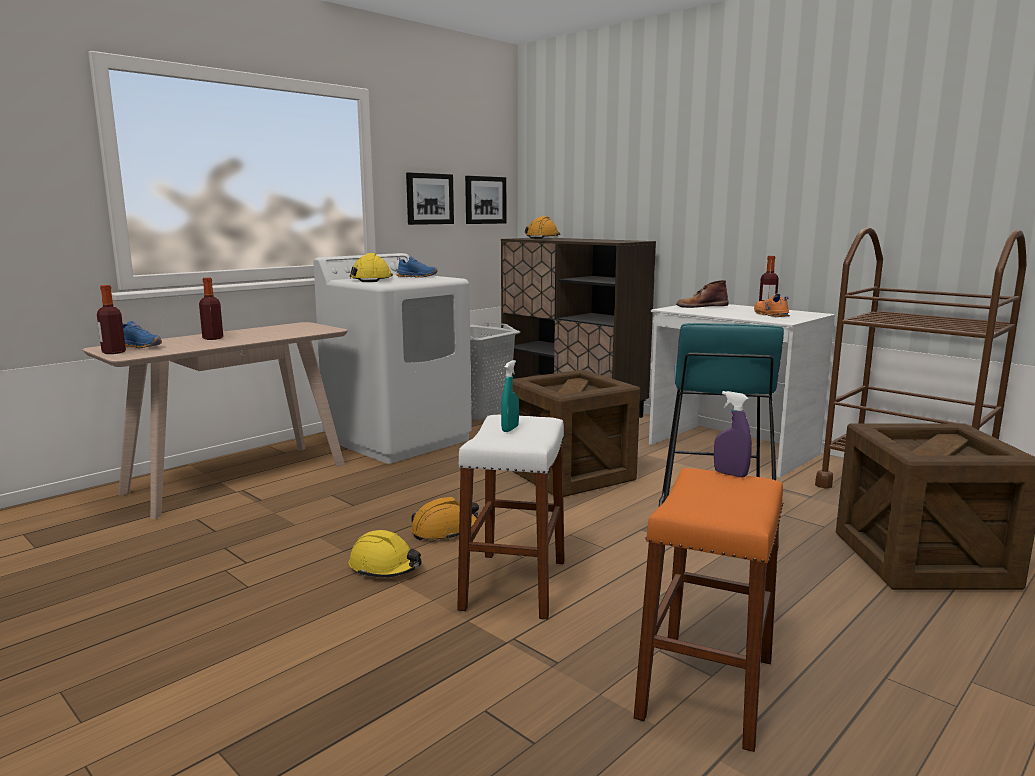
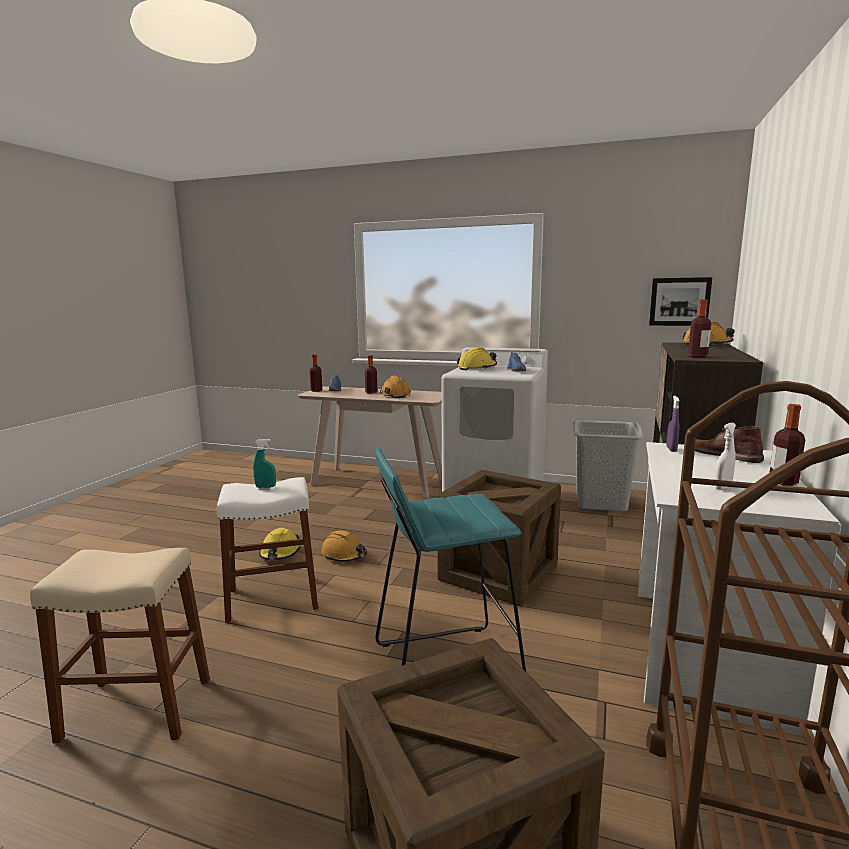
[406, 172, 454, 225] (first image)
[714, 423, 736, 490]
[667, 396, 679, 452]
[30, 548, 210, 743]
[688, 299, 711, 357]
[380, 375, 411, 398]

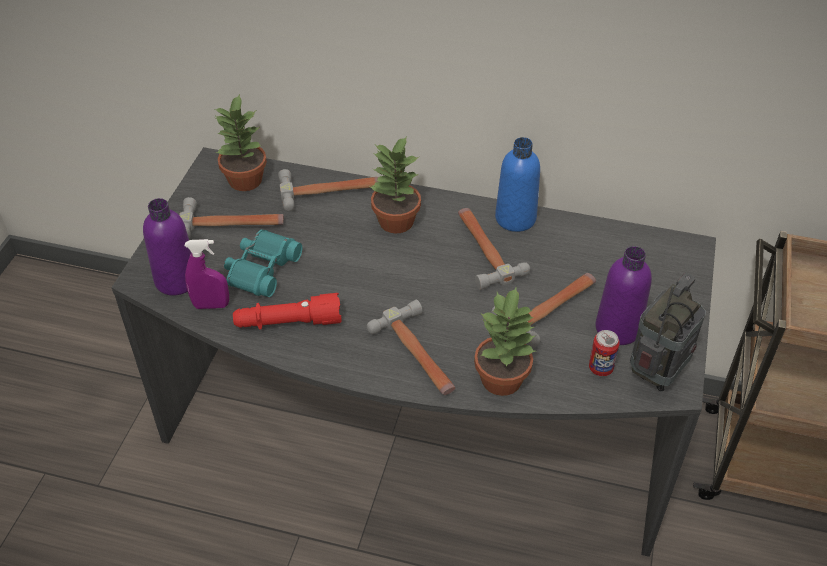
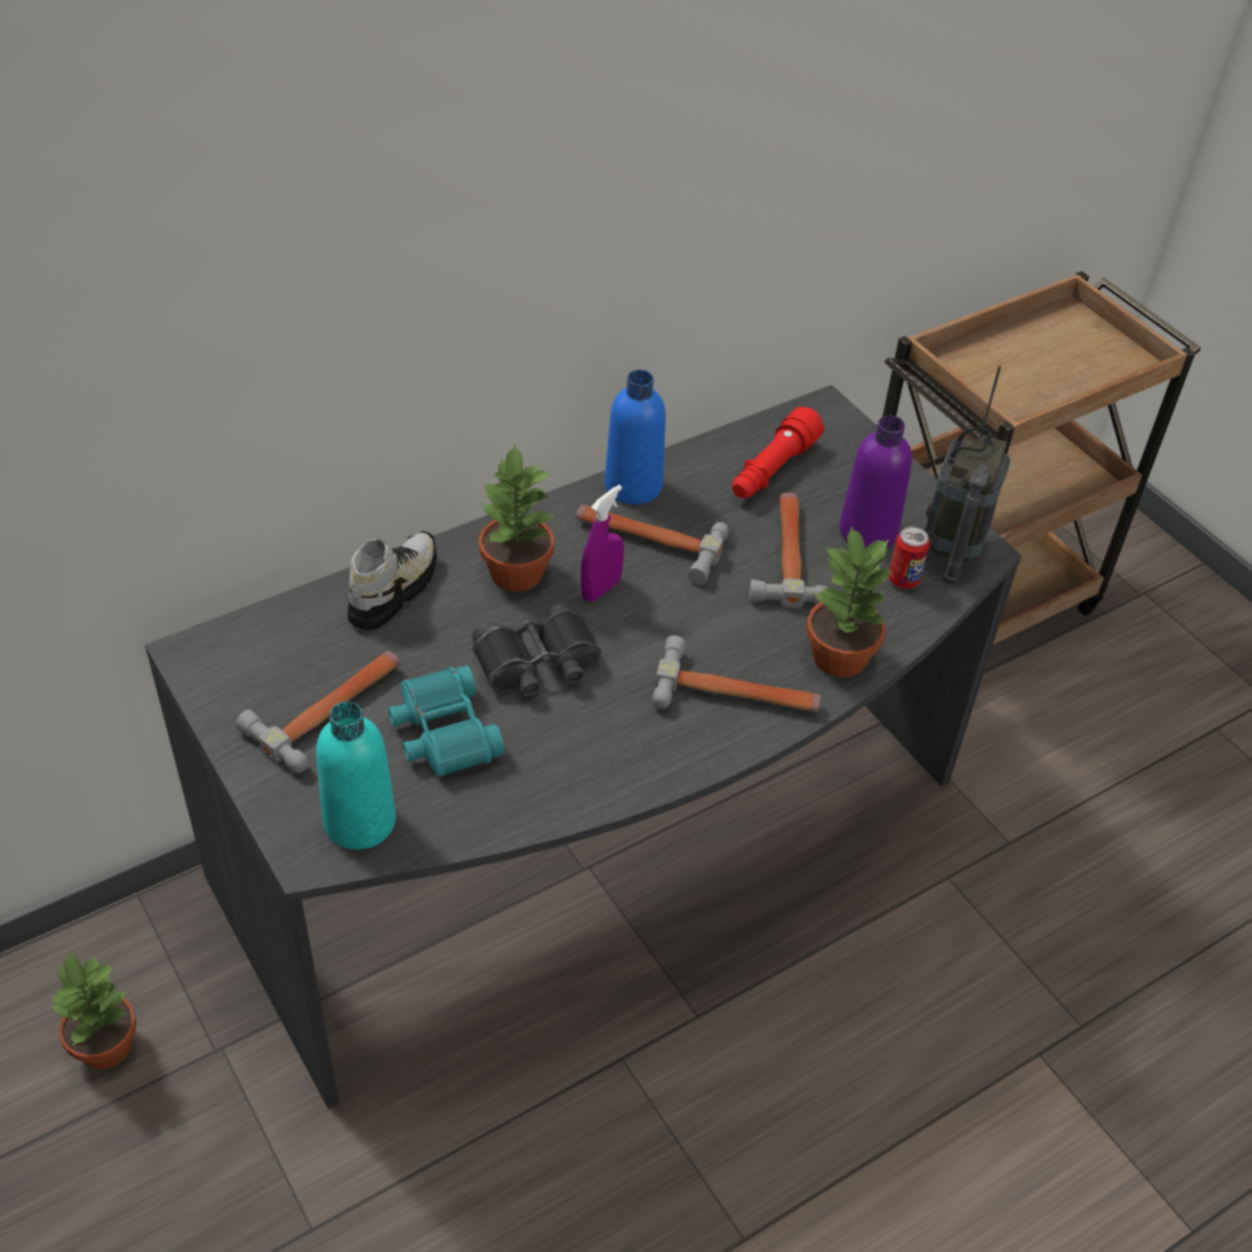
[49, 951, 137, 1069]
[348, 531, 437, 630]
[316, 702, 396, 850]
[581, 485, 624, 602]
[924, 365, 1011, 585]
[732, 407, 824, 498]
[472, 603, 601, 696]

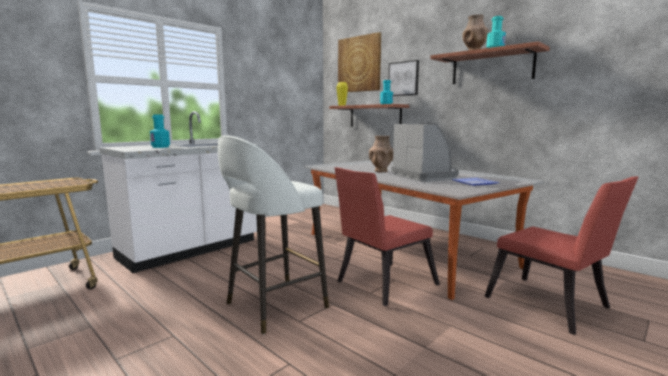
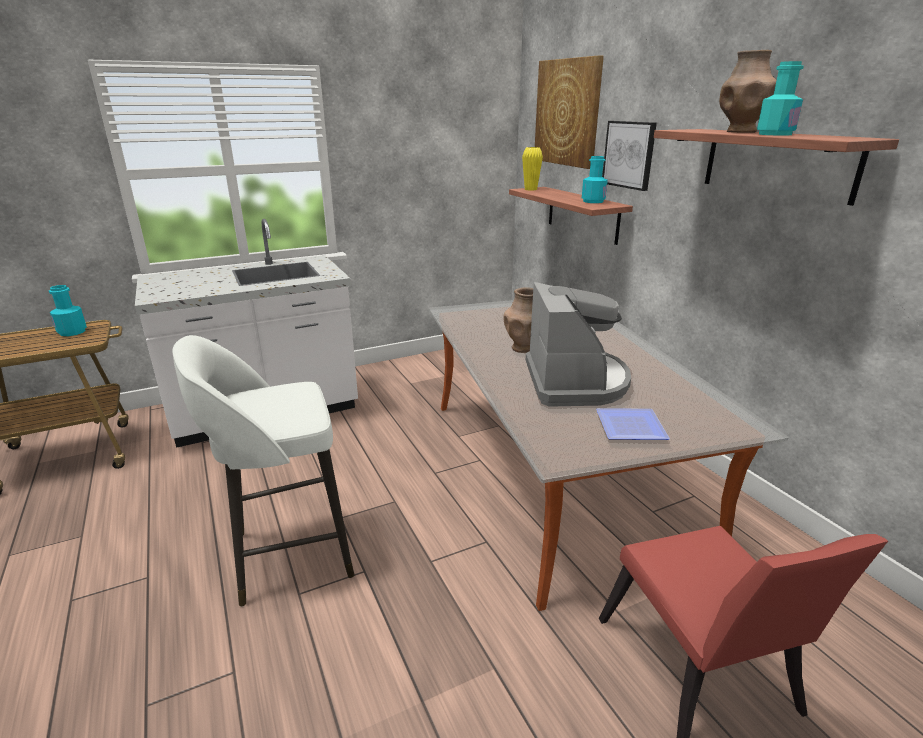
[49, 285, 87, 336]
[334, 167, 440, 306] (first image)

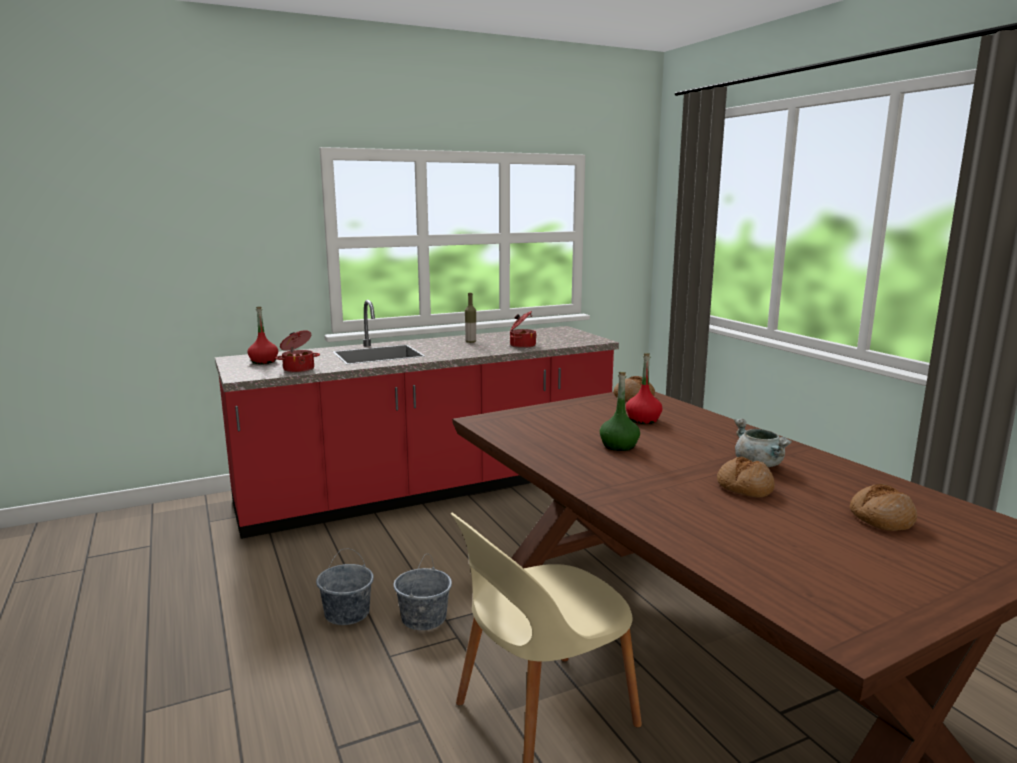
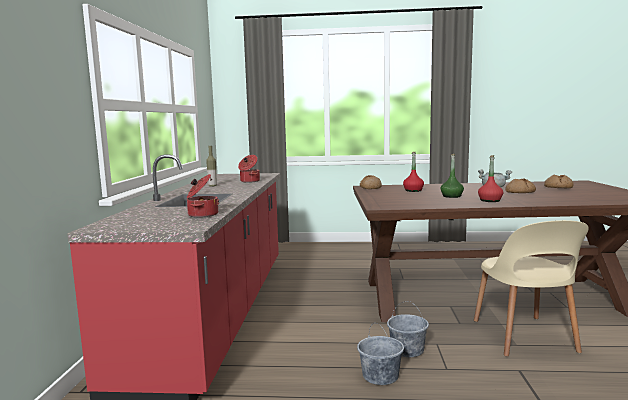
[478, 155, 503, 202]

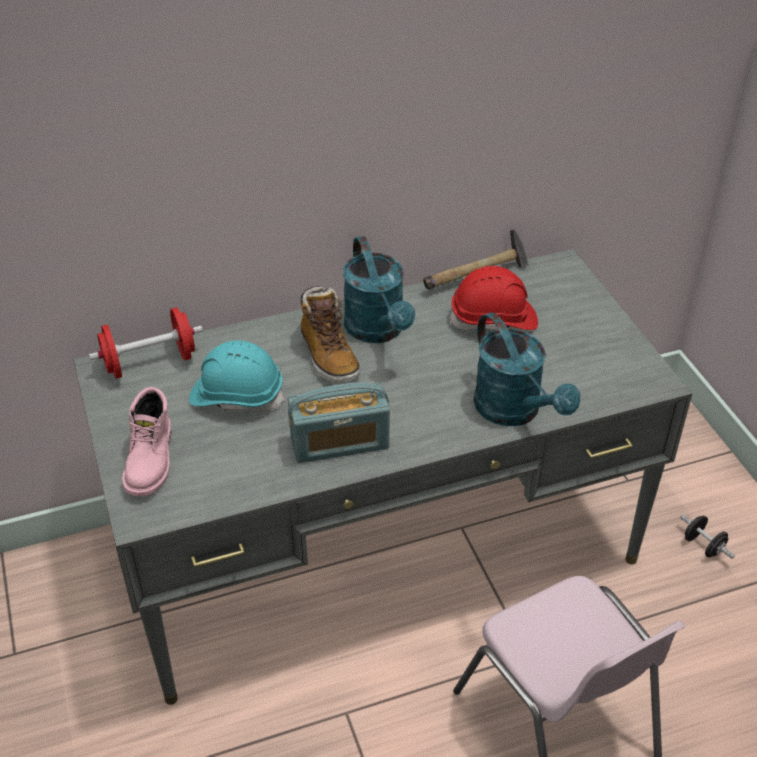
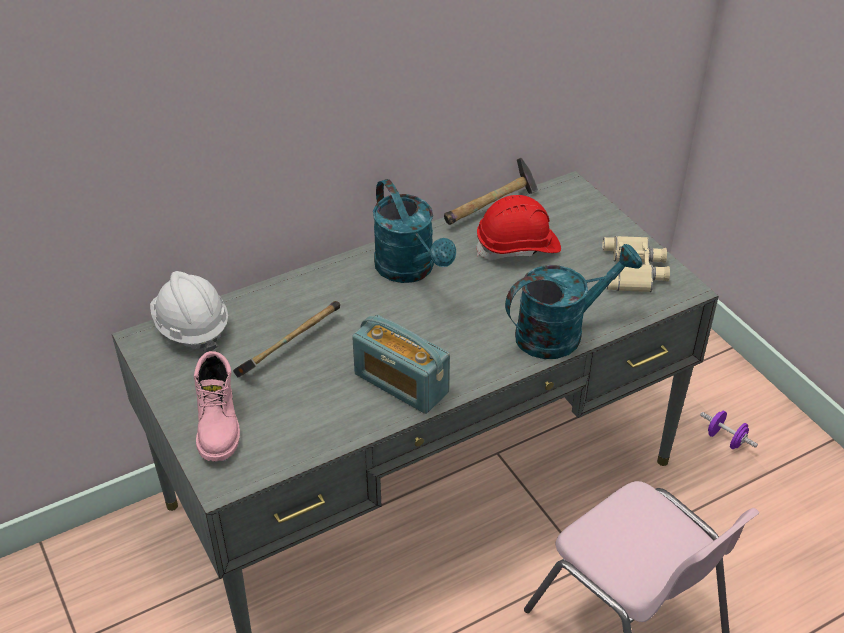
[301, 286, 360, 383] (first image)
[150, 271, 228, 352]
[505, 244, 642, 359]
[233, 301, 340, 378]
[352, 315, 450, 414]
[700, 411, 758, 449]
[602, 236, 670, 292]

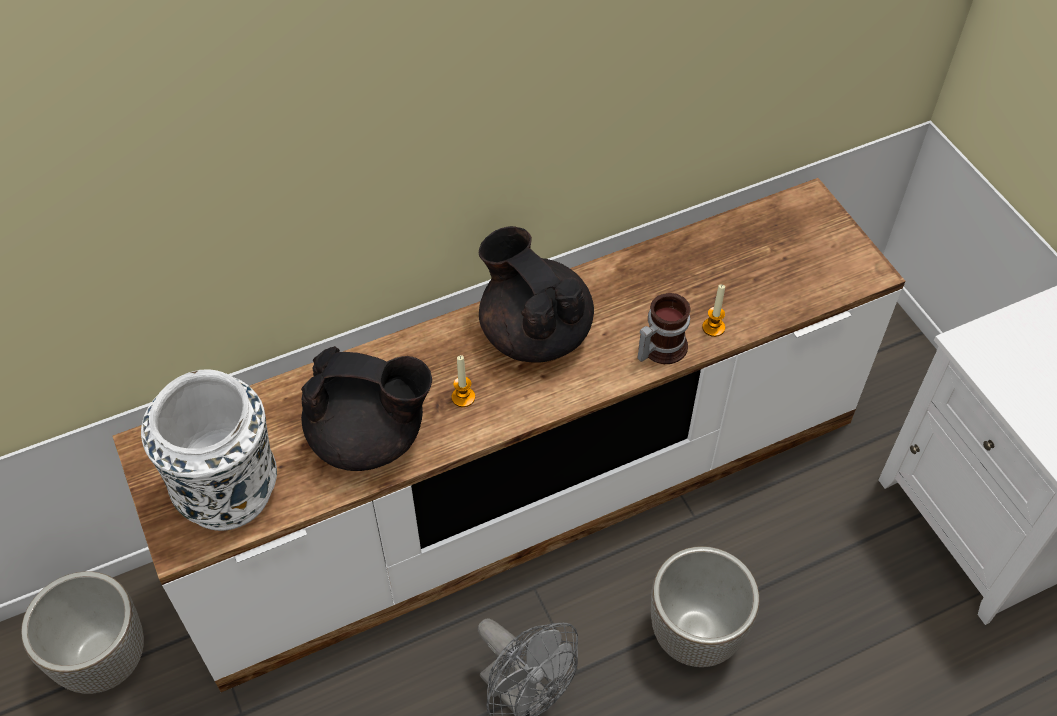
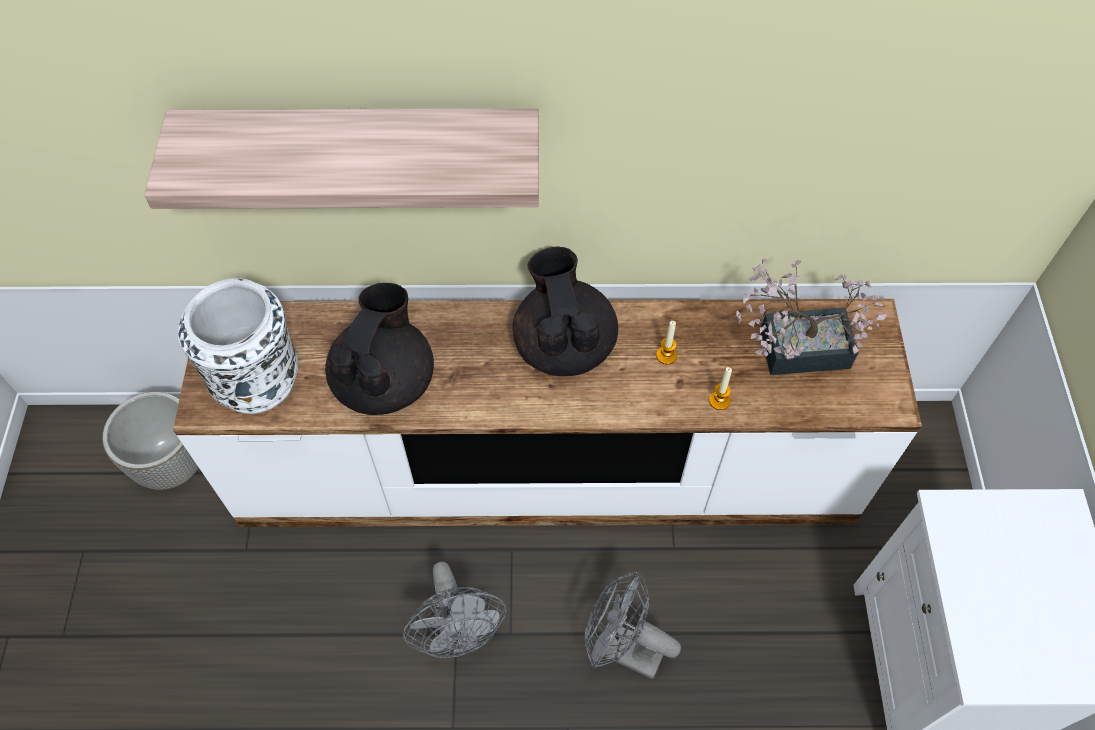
[638, 293, 691, 364] (first image)
[325, 283, 434, 415]
[656, 321, 677, 364]
[584, 571, 681, 679]
[144, 108, 539, 209]
[736, 258, 886, 375]

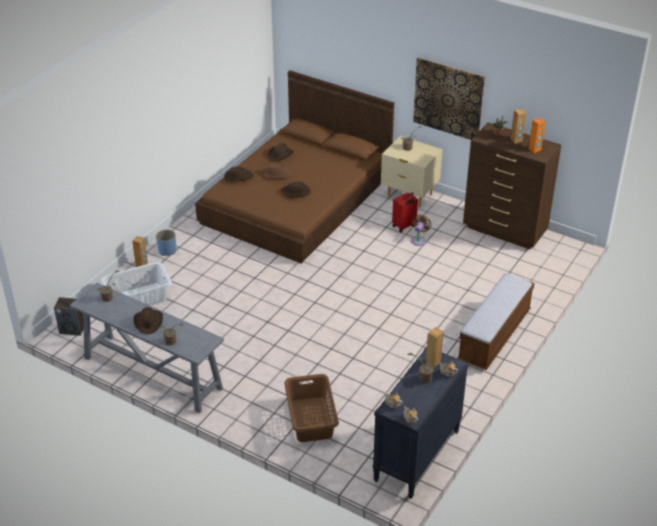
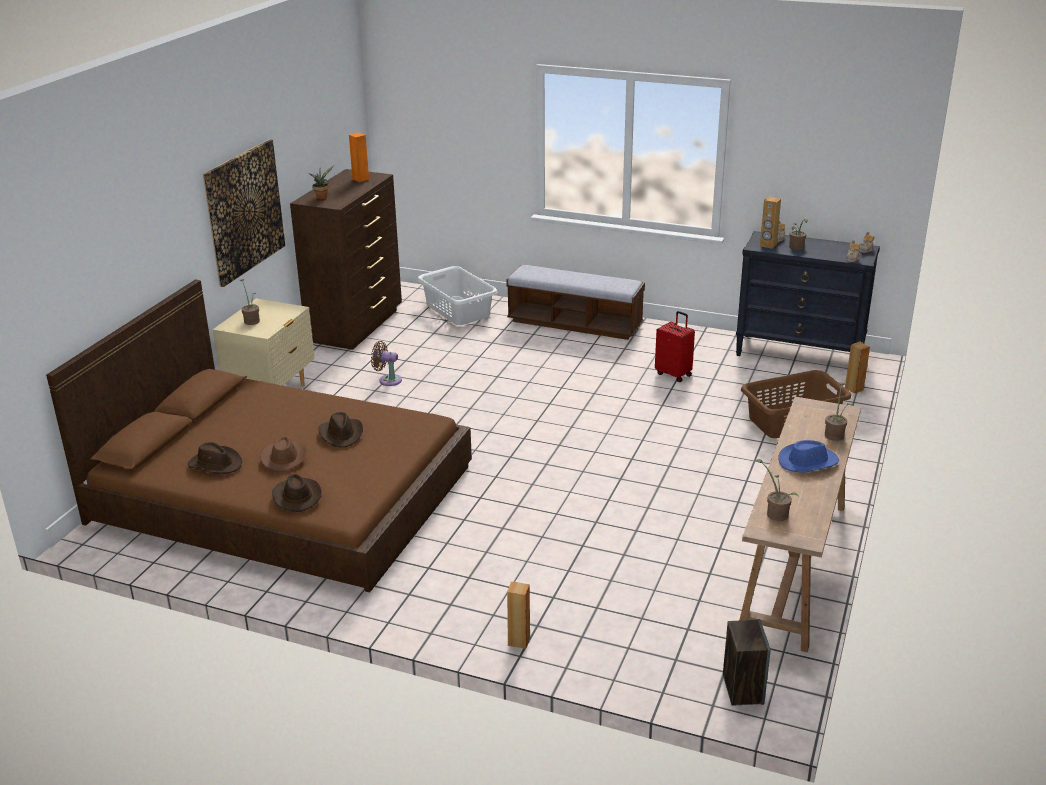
[845, 342, 870, 394]
[655, 311, 695, 382]
[156, 230, 176, 256] (first image)
[418, 266, 498, 325]
[739, 397, 861, 652]
[778, 440, 839, 473]

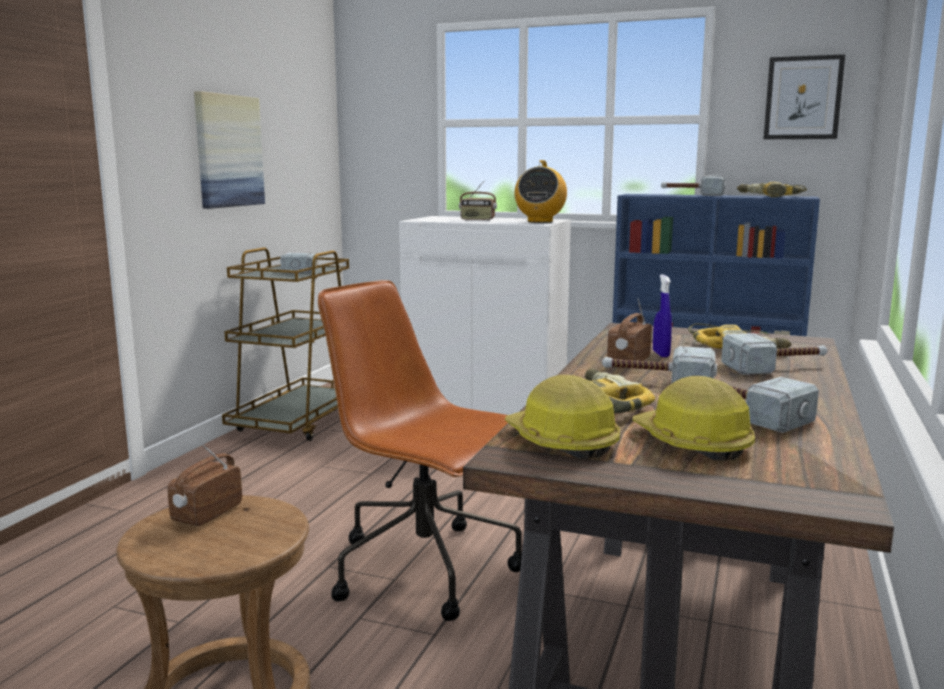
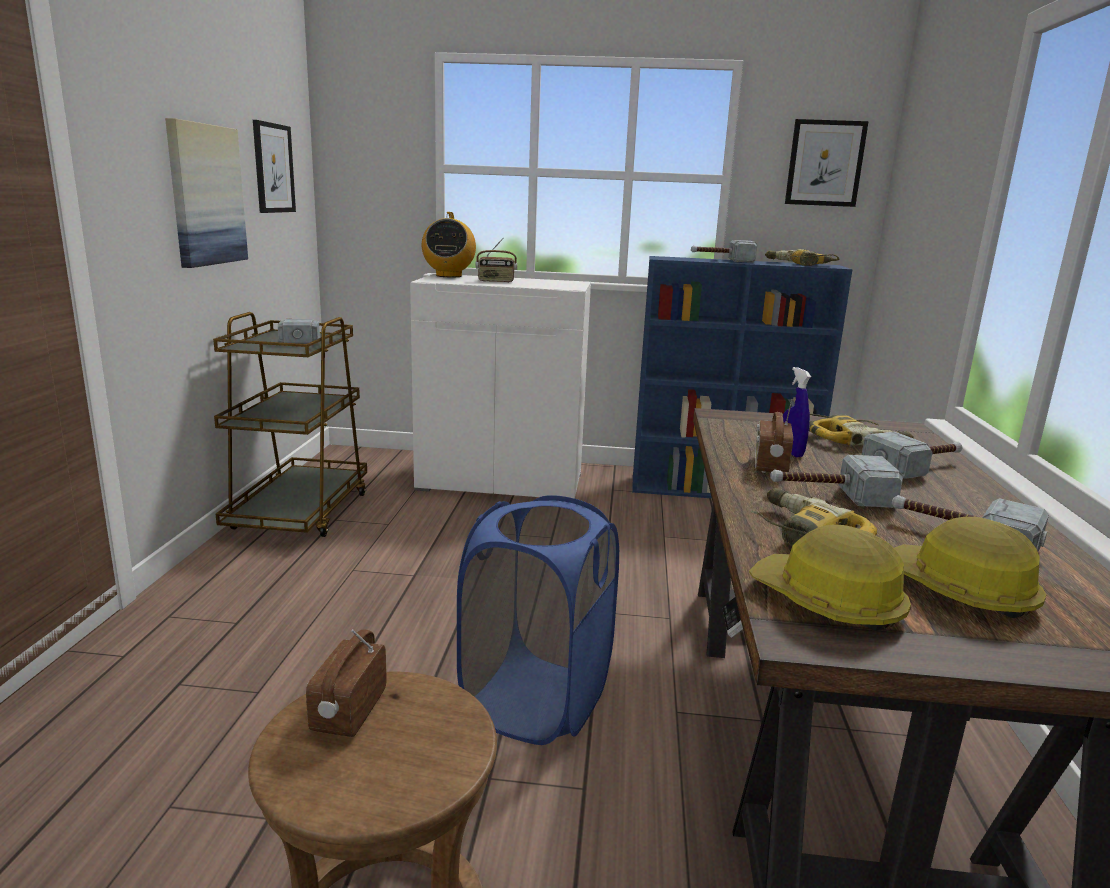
[422, 212, 476, 277]
[457, 495, 619, 745]
[253, 120, 296, 213]

